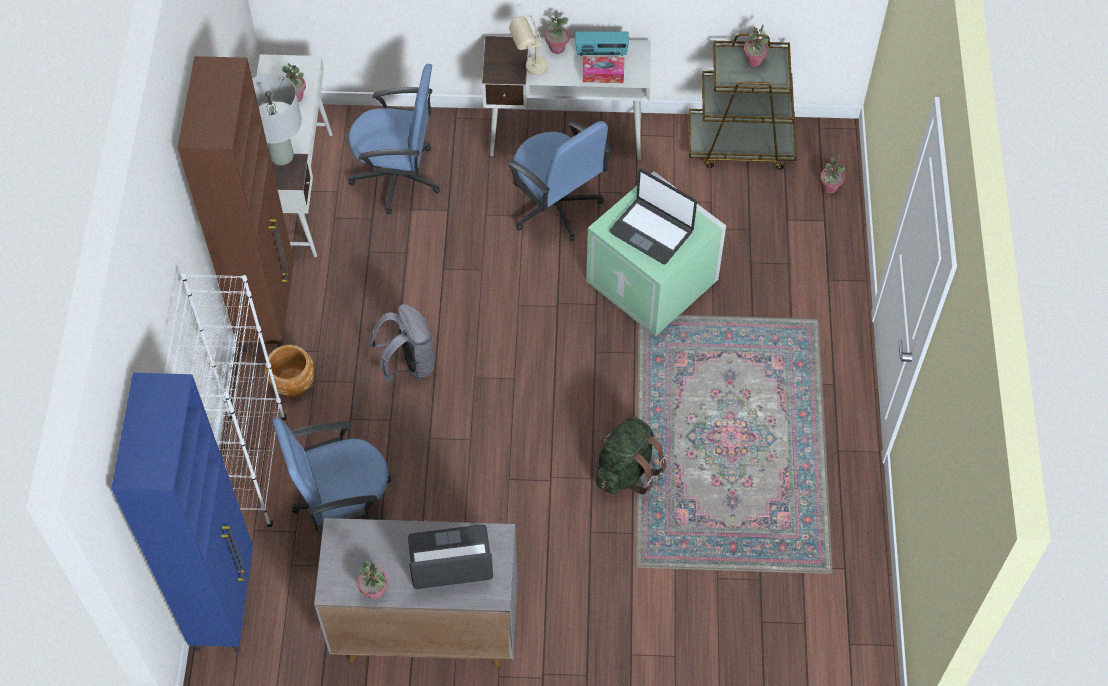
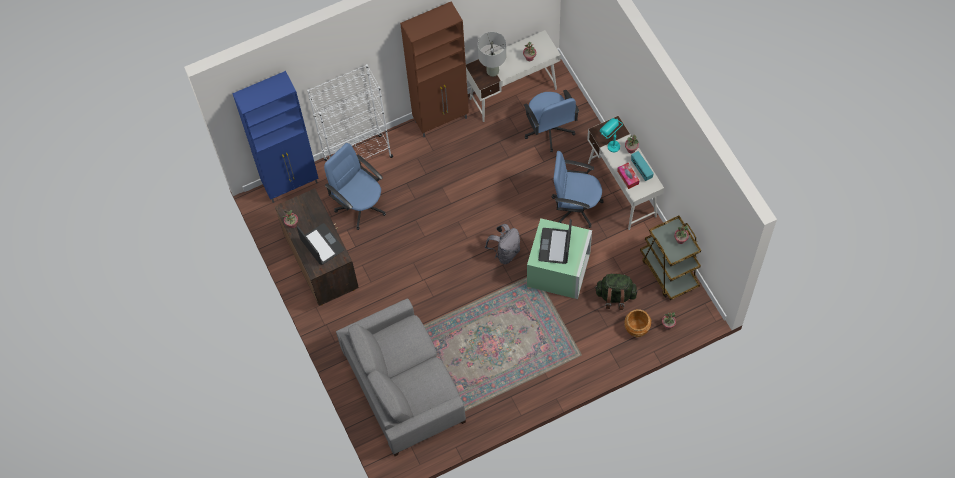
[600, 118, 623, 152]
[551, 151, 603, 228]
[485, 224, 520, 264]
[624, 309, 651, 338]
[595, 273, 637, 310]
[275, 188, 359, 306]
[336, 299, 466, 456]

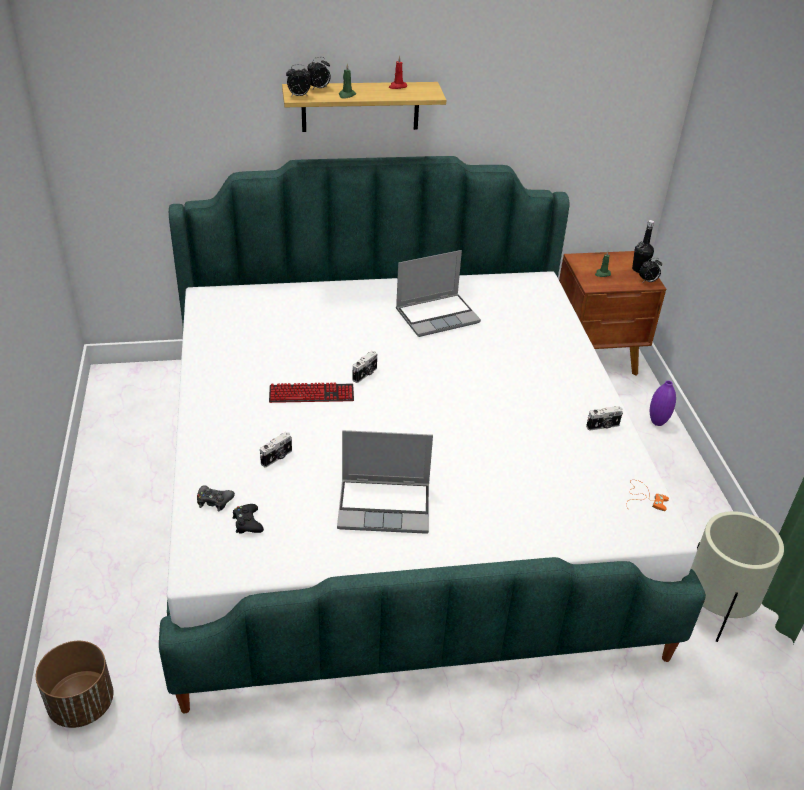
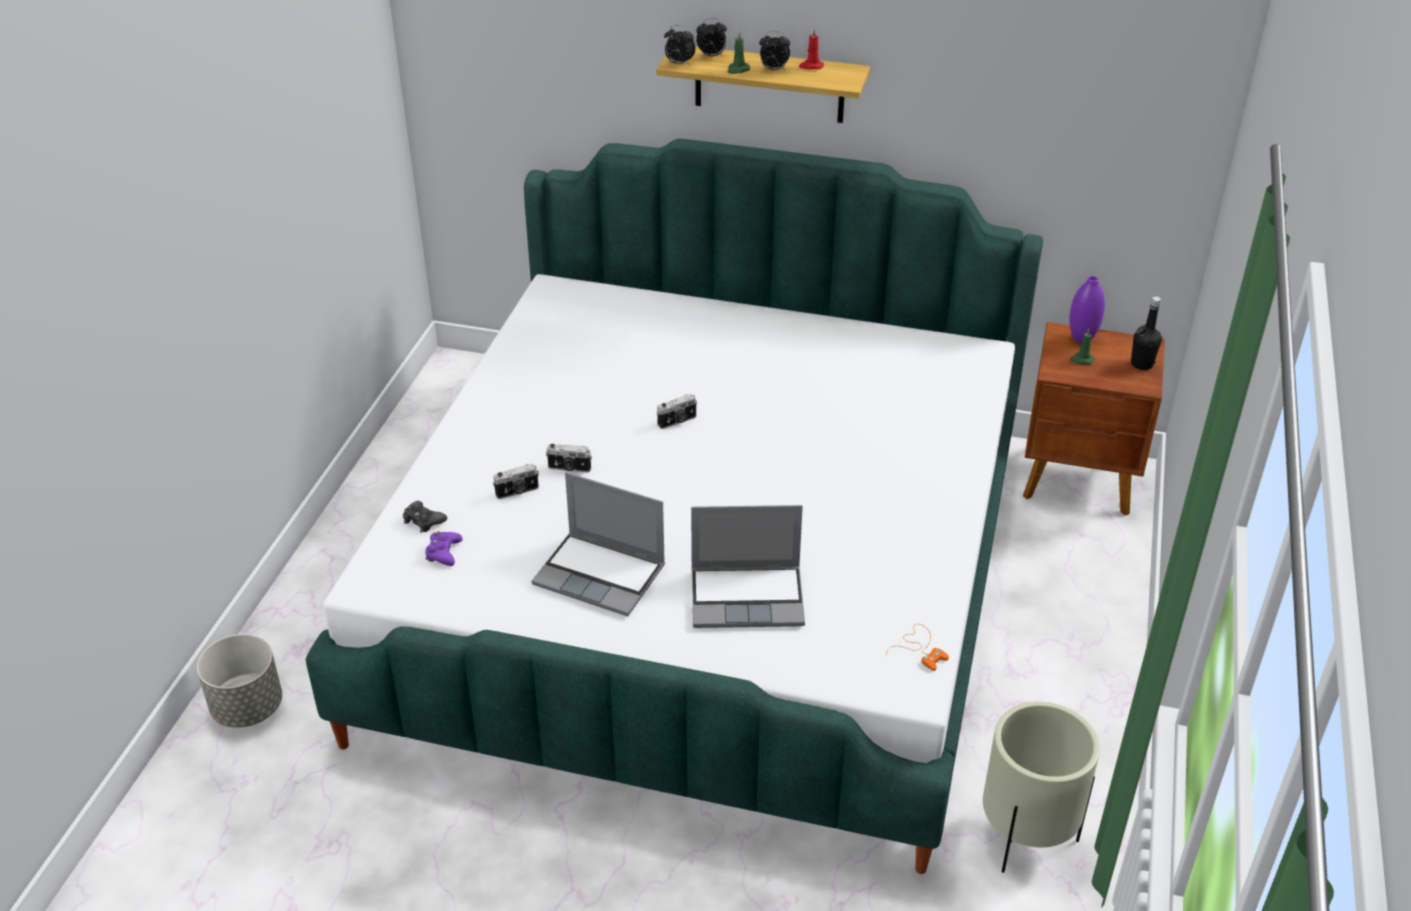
[691, 505, 805, 628]
[759, 31, 790, 71]
[1069, 276, 1105, 343]
[269, 383, 354, 403] (first image)
[546, 444, 592, 473]
[425, 531, 463, 566]
[197, 634, 282, 728]

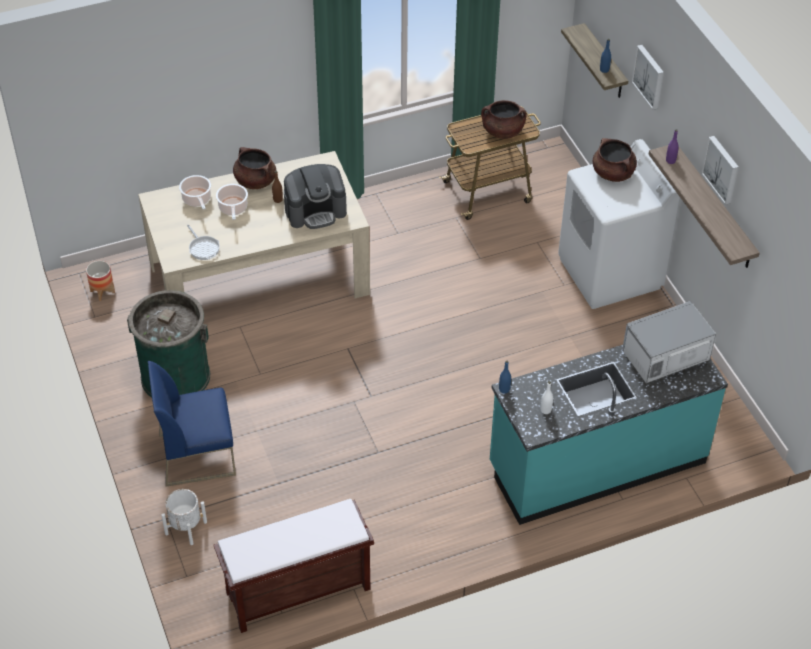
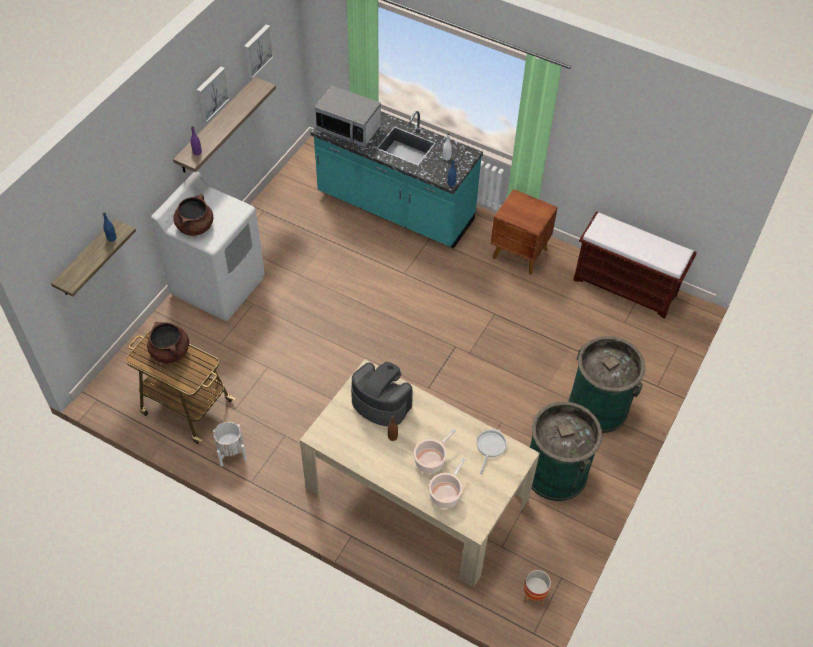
[244, 24, 273, 79]
[233, 147, 276, 189] (first image)
[568, 336, 645, 433]
[213, 421, 247, 467]
[491, 189, 558, 275]

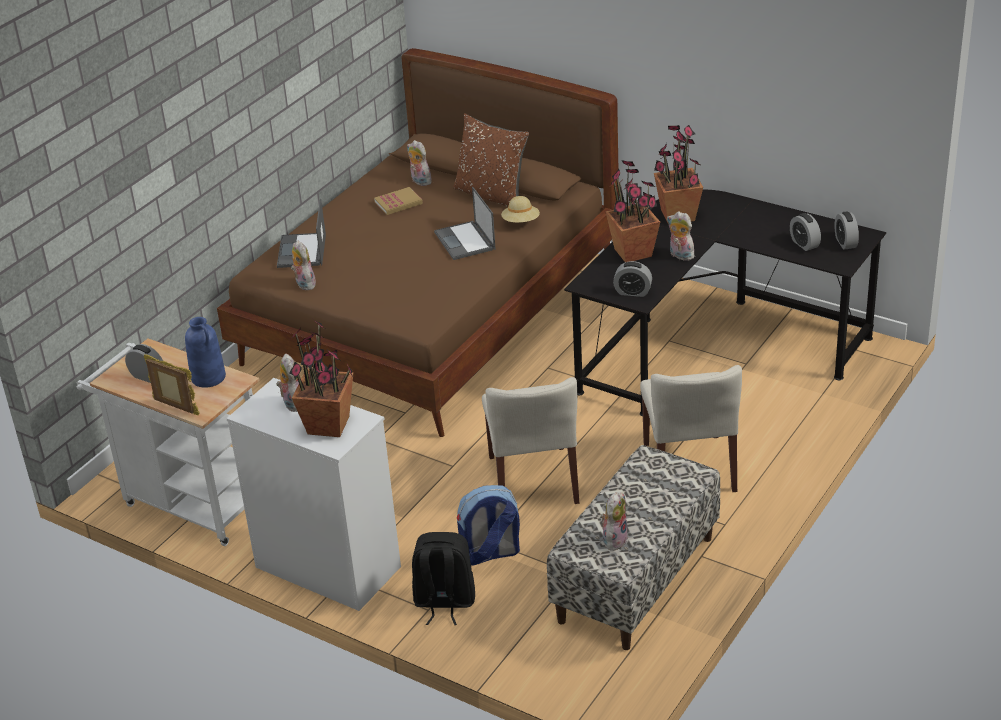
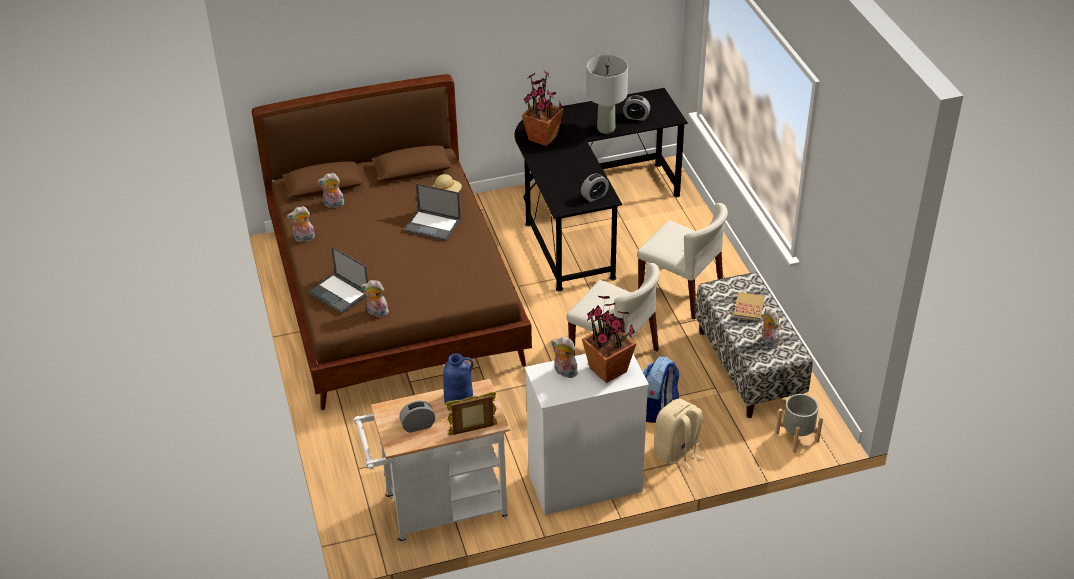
[453, 113, 529, 207] (first image)
[605, 160, 660, 262] (first image)
[733, 292, 765, 322]
[287, 206, 315, 242]
[834, 211, 859, 250] (first image)
[654, 399, 705, 470]
[586, 55, 628, 134]
[776, 394, 823, 453]

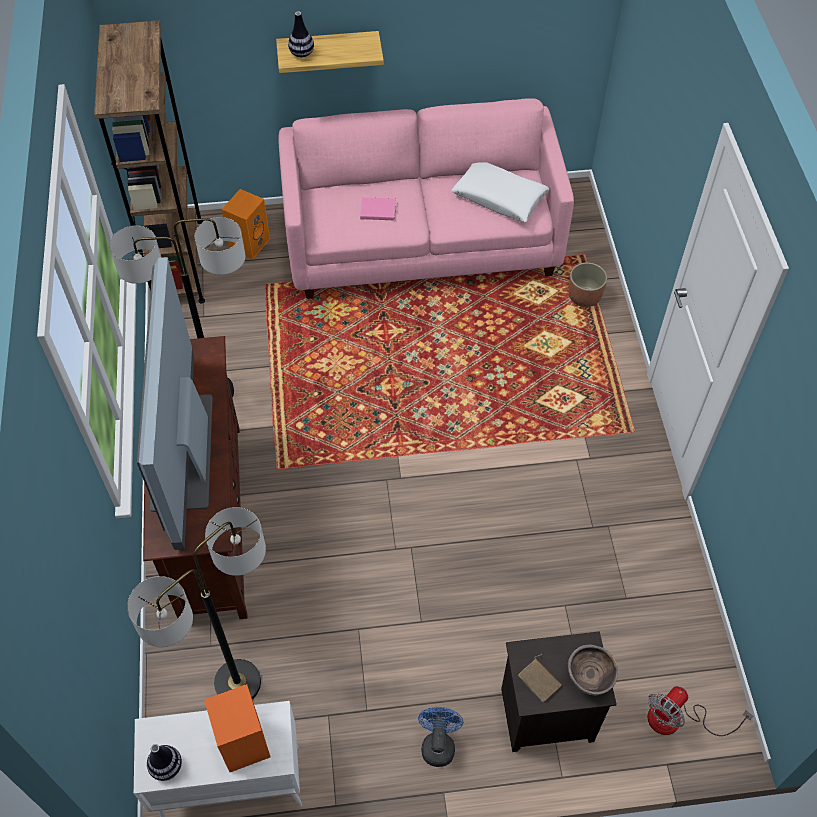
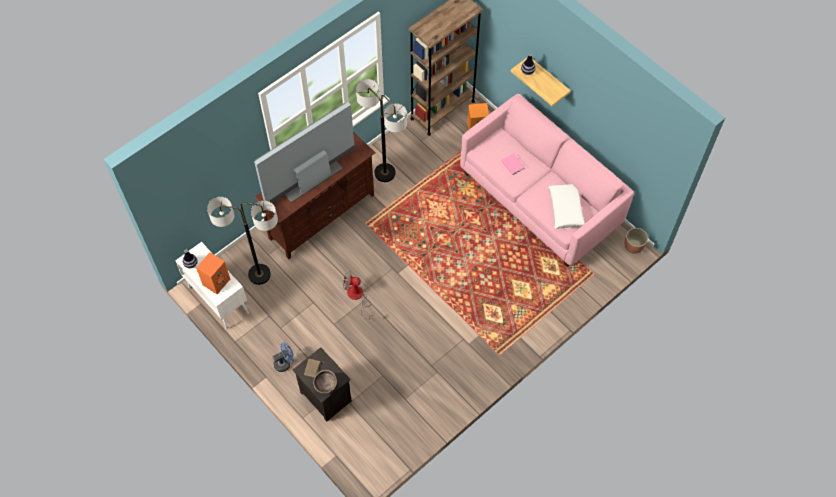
[624, 228, 648, 254]
[343, 271, 373, 320]

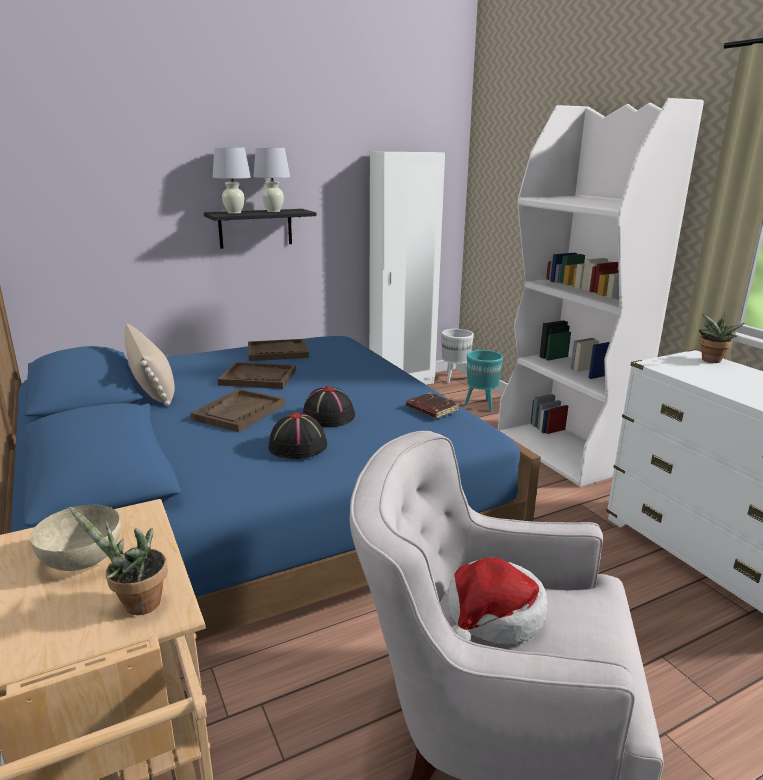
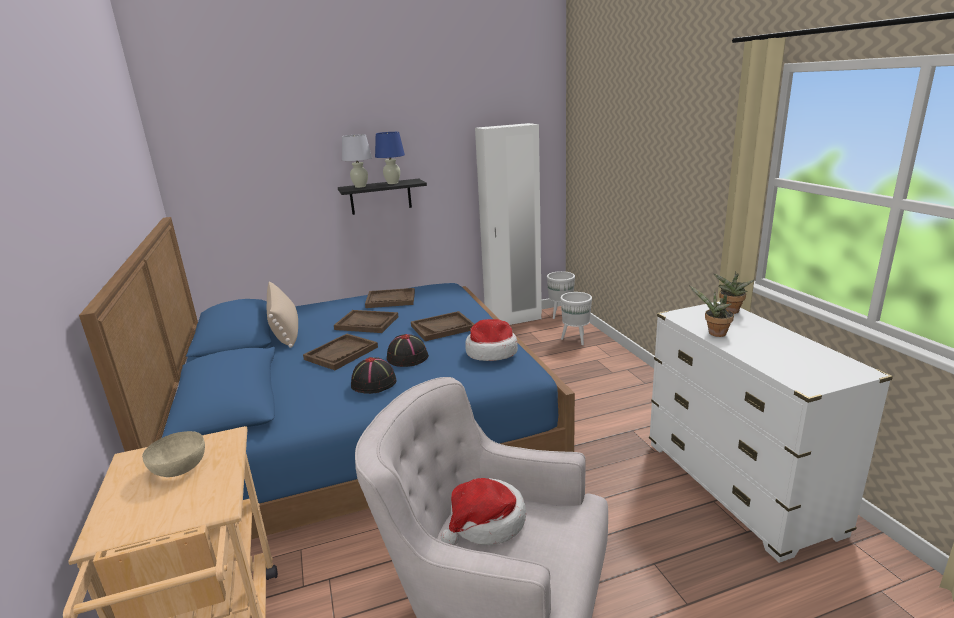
[498, 98, 704, 487] (first image)
[375, 132, 405, 184]
[561, 292, 592, 345]
[465, 319, 518, 361]
[689, 286, 734, 337]
[411, 311, 474, 341]

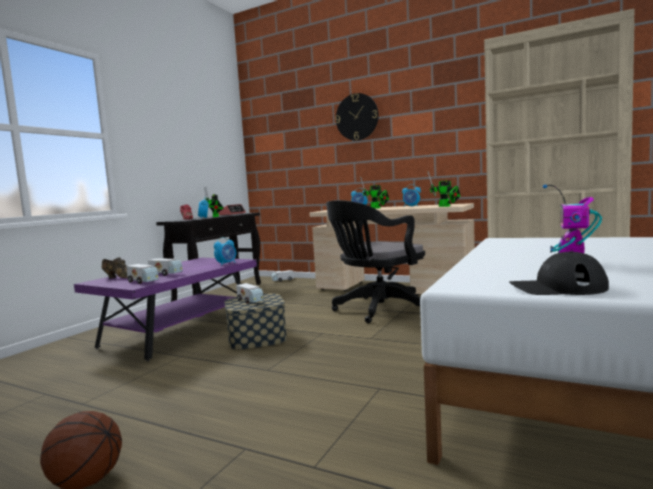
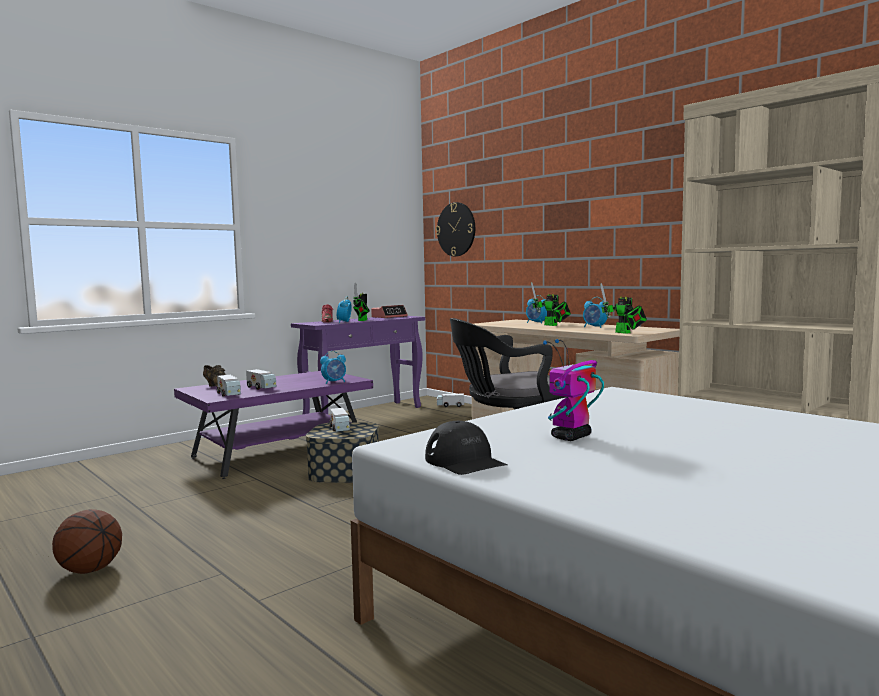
[436, 202, 475, 256]
[291, 316, 425, 414]
[425, 421, 508, 475]

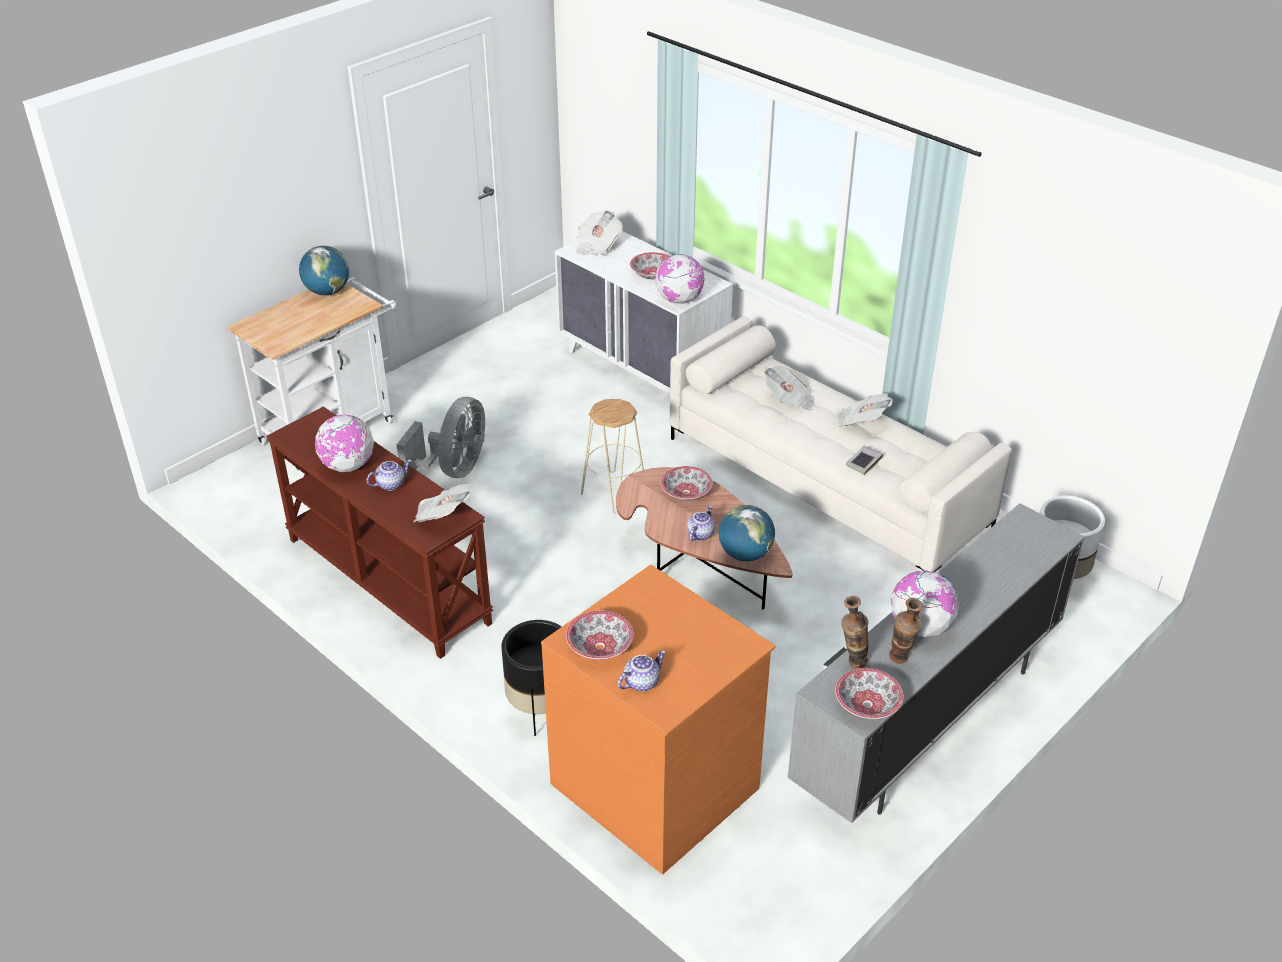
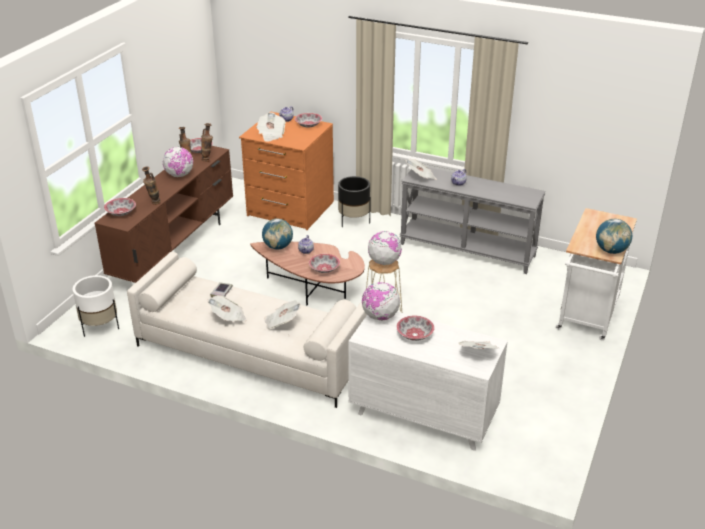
[396, 397, 485, 478] (first image)
[400, 167, 546, 274]
[368, 231, 402, 265]
[94, 146, 233, 283]
[256, 112, 286, 142]
[142, 166, 161, 205]
[104, 198, 136, 216]

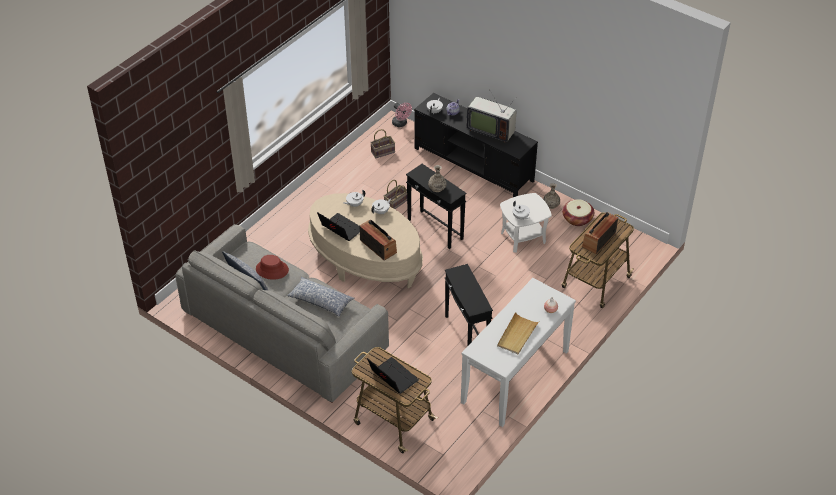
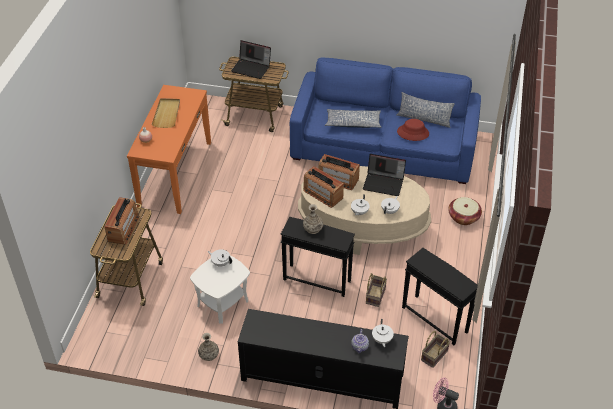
[467, 91, 516, 143] (first image)
[448, 197, 482, 225]
[290, 58, 481, 184]
[402, 248, 478, 345]
[127, 85, 211, 214]
[303, 166, 344, 208]

